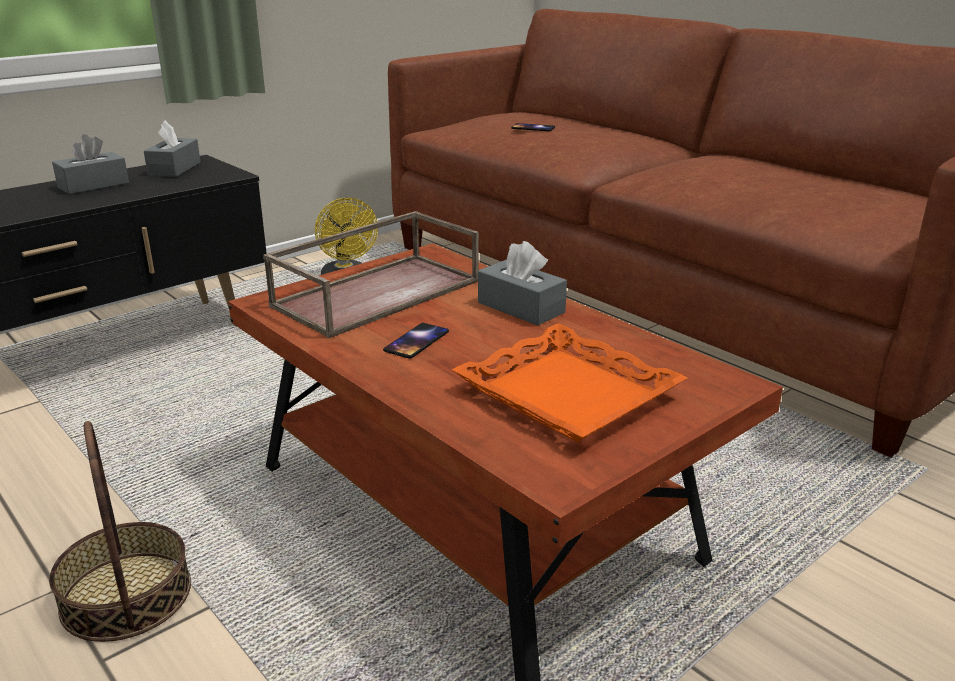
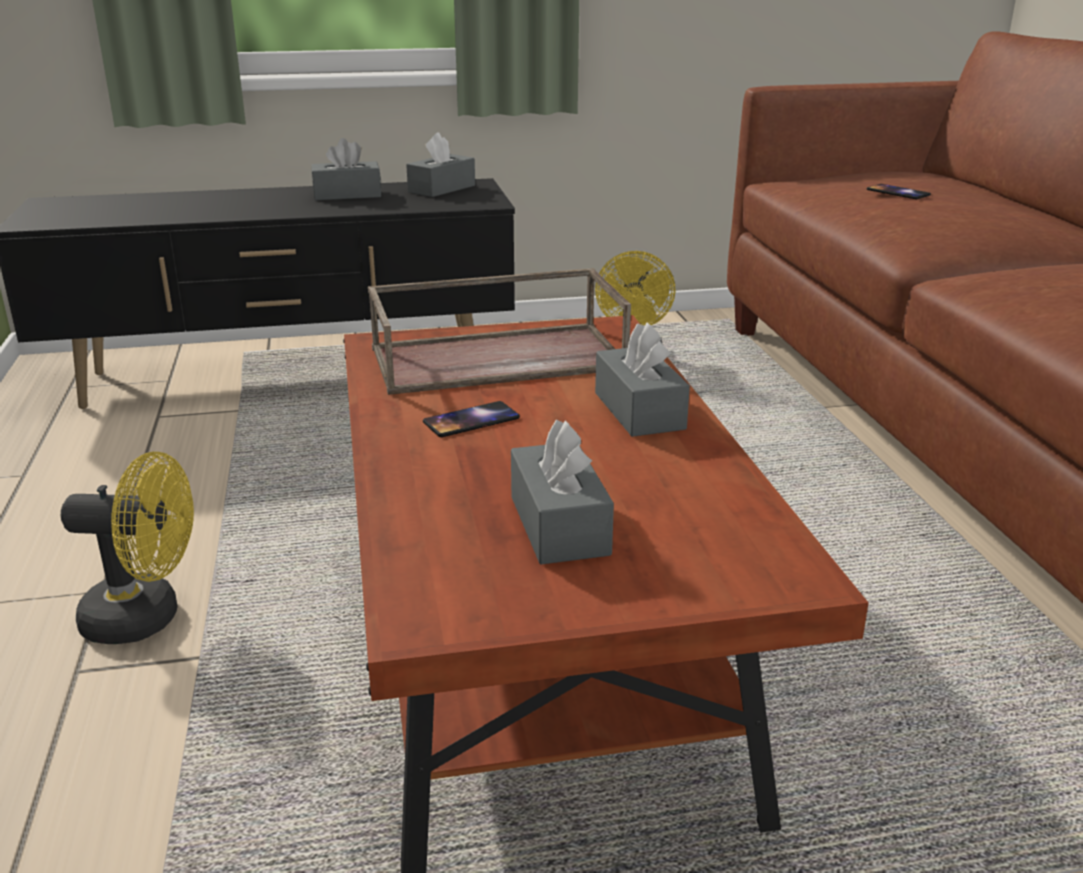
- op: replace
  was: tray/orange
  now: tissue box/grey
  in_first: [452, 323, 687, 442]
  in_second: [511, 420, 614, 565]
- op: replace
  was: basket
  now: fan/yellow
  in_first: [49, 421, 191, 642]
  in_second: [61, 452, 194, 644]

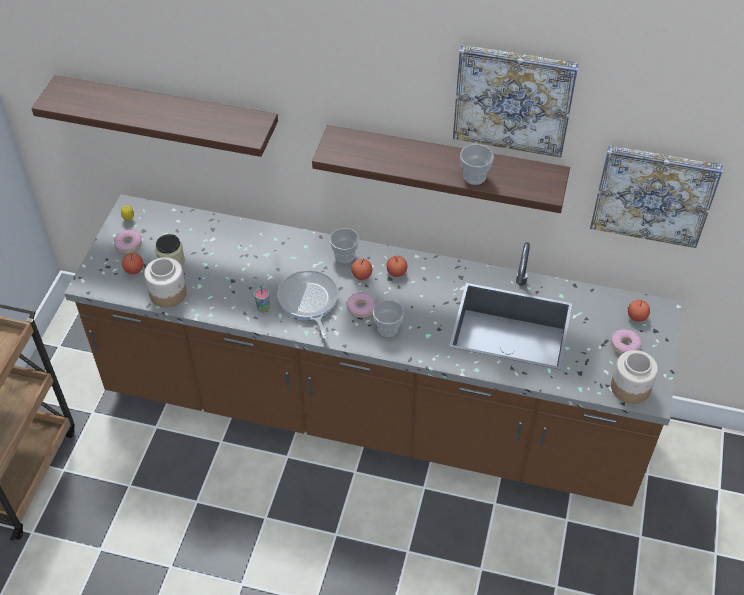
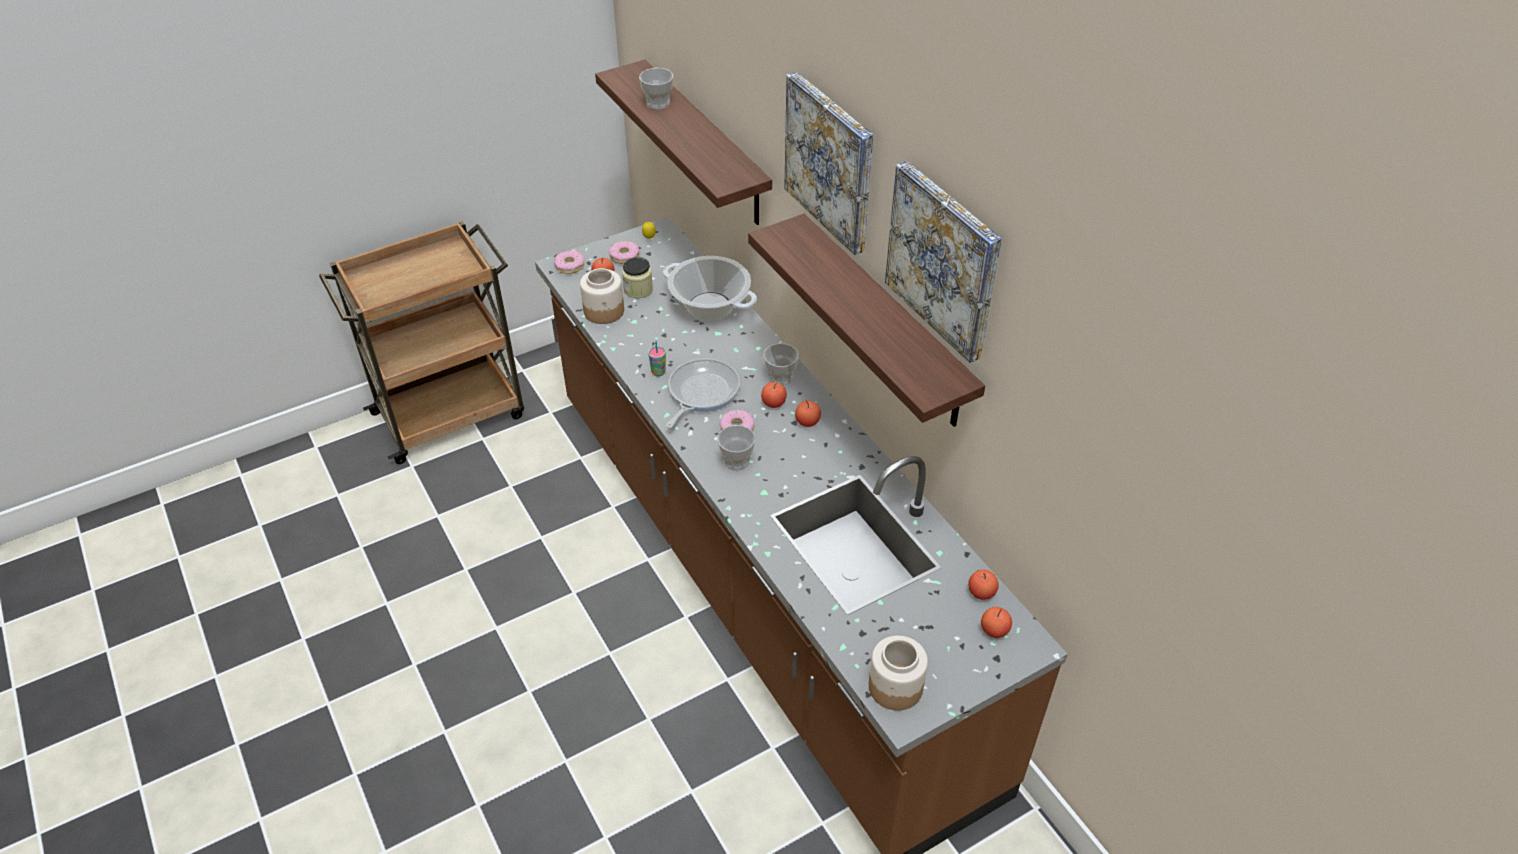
- op: move
  was: cup
  in_first: [460, 144, 494, 185]
  in_second: [639, 68, 674, 109]
- op: move
  was: picture
  in_first: [590, 145, 723, 248]
  in_second: [784, 72, 873, 255]
- op: move
  was: donut
  in_first: [611, 329, 642, 355]
  in_second: [554, 250, 584, 274]
- op: insert
  now: cooking pot
  in_second: [663, 256, 757, 320]
- op: insert
  now: apple
  in_second: [968, 570, 999, 600]

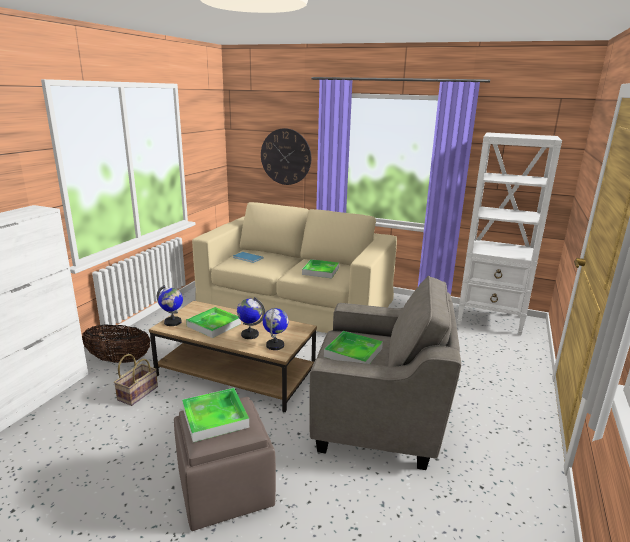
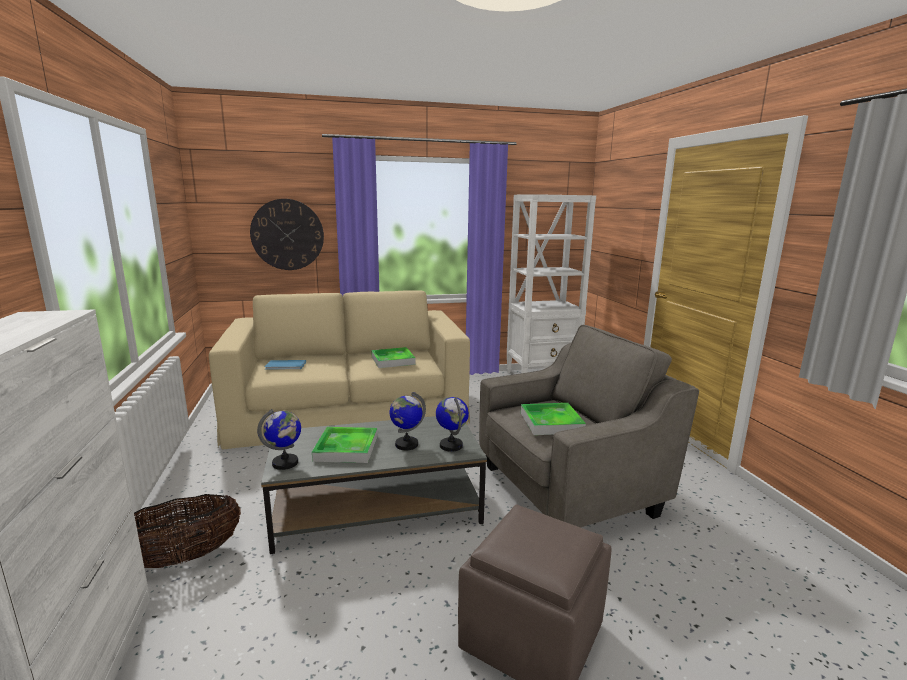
- op: recolor
  was: coffee table/brown
  now: coffee table/grey
  in_first: [149, 301, 317, 412]
  in_second: [261, 416, 487, 554]
- op: delete
  was: basket
  in_first: [114, 354, 158, 406]
- op: delete
  was: tray
  in_first: [182, 388, 249, 442]

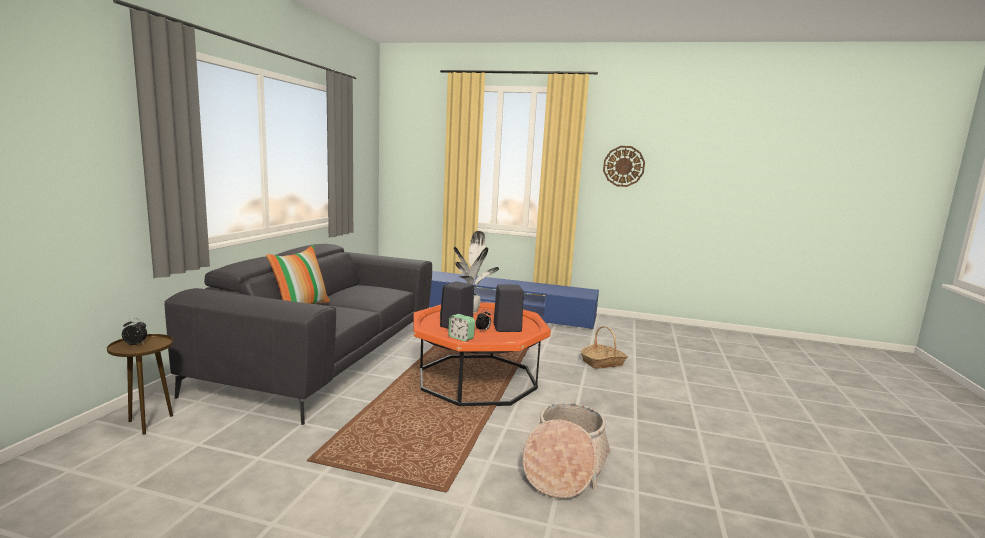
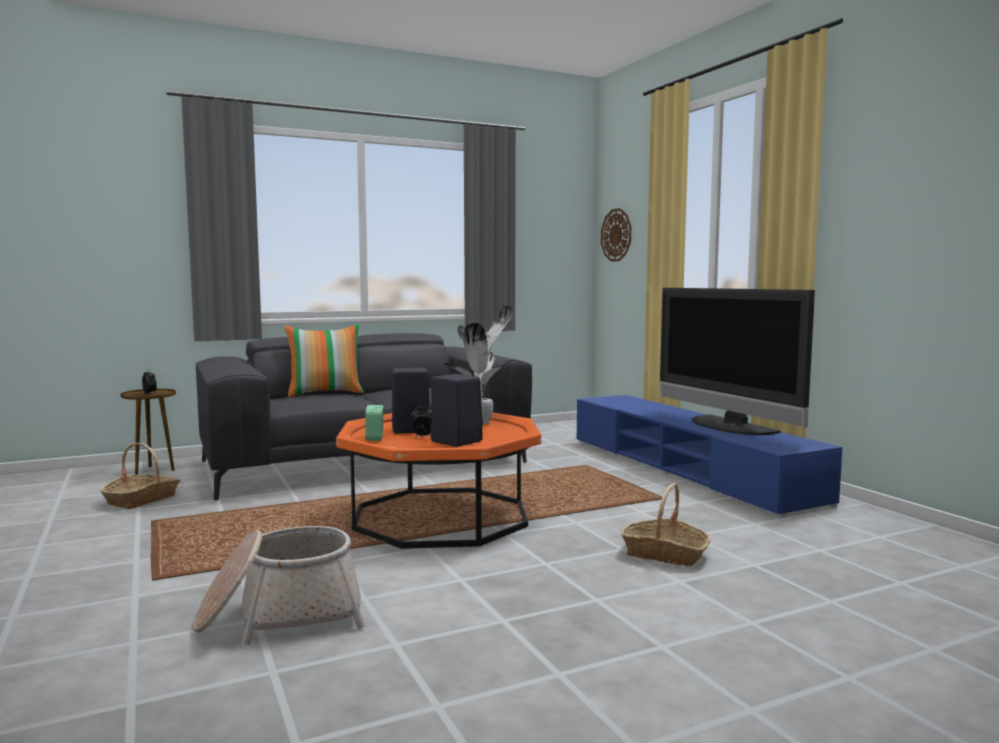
- op: move
  was: wall clock
  in_first: [603, 146, 645, 187]
  in_second: [601, 208, 631, 262]
- op: insert
  now: television
  in_second: [660, 288, 815, 435]
- op: insert
  now: basket
  in_second: [100, 443, 181, 509]

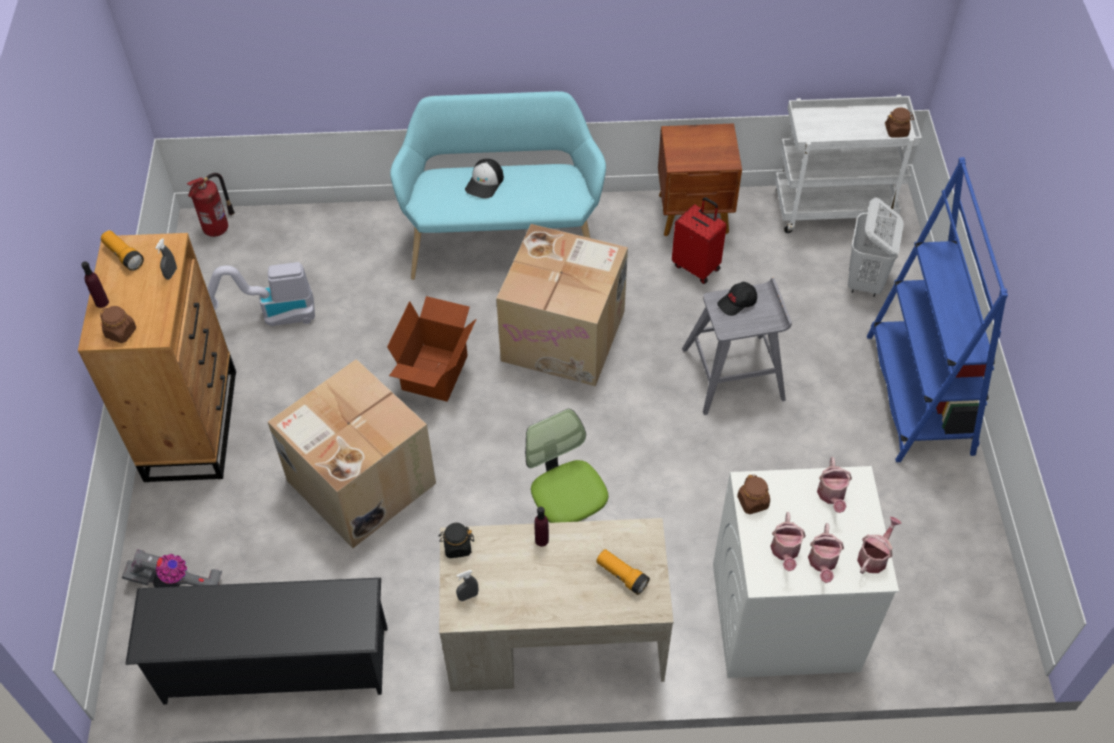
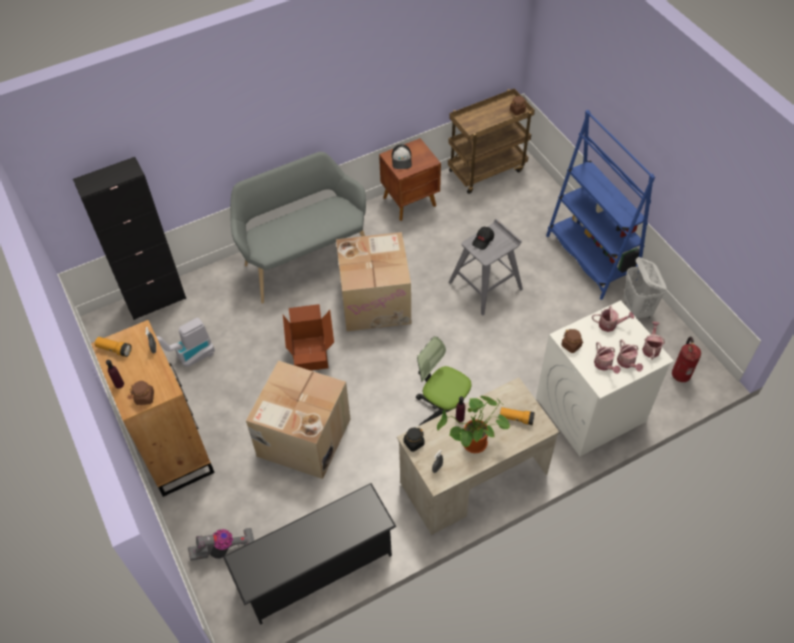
- op: recolor
  was: bench/turquoise
  now: bench/grey
  in_first: [390, 91, 606, 280]
  in_second: [230, 152, 366, 304]
- op: recolor
  was: cart/white
  now: cart/brown
  in_first: [775, 95, 922, 233]
  in_second: [448, 89, 535, 194]
- op: move
  was: cap
  in_first: [465, 159, 504, 198]
  in_second: [392, 144, 412, 169]
- op: move
  was: fire extinguisher
  in_first: [187, 173, 235, 237]
  in_second: [672, 337, 701, 382]
- op: delete
  was: suitcase/red
  in_first: [672, 197, 727, 284]
- op: move
  was: laundry basket/white
  in_first: [848, 198, 904, 297]
  in_second: [623, 257, 667, 318]
- op: rotate
  was: watering can
  in_first: [817, 457, 852, 513]
  in_second: [592, 306, 634, 332]
  clockwise: -60
- op: insert
  now: cabinet/black
  in_second: [73, 157, 186, 320]
- op: insert
  now: potted plant
  in_second: [437, 396, 511, 453]

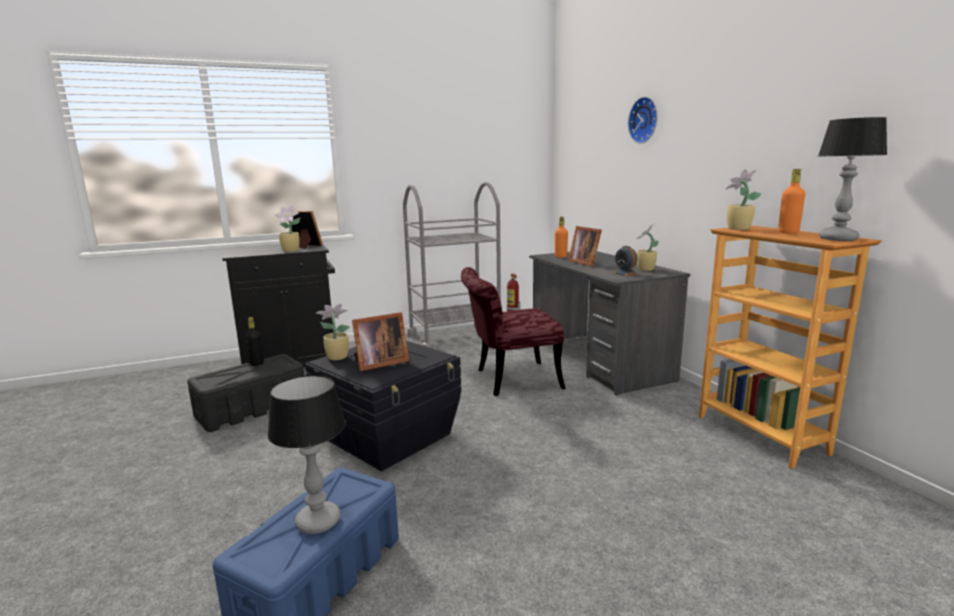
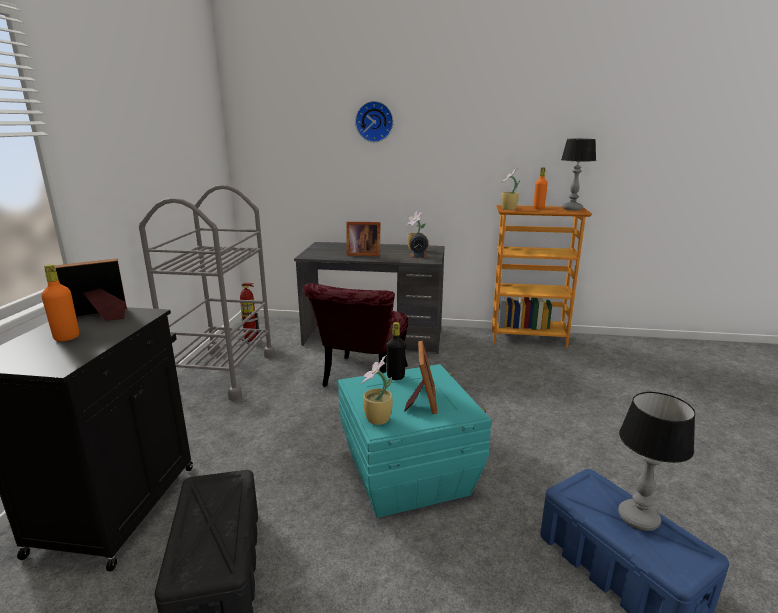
- op: delete
  was: potted plant
  in_first: [274, 205, 301, 252]
- op: move
  was: bottle/orange
  in_first: [555, 217, 568, 258]
  in_second: [42, 264, 79, 342]
- op: move
  was: bottle/black
  in_first: [245, 317, 264, 366]
  in_second: [387, 322, 406, 380]
- op: recolor
  was: storage box/black
  now: storage box/turquoise
  in_first: [305, 341, 461, 471]
  in_second: [338, 364, 492, 518]

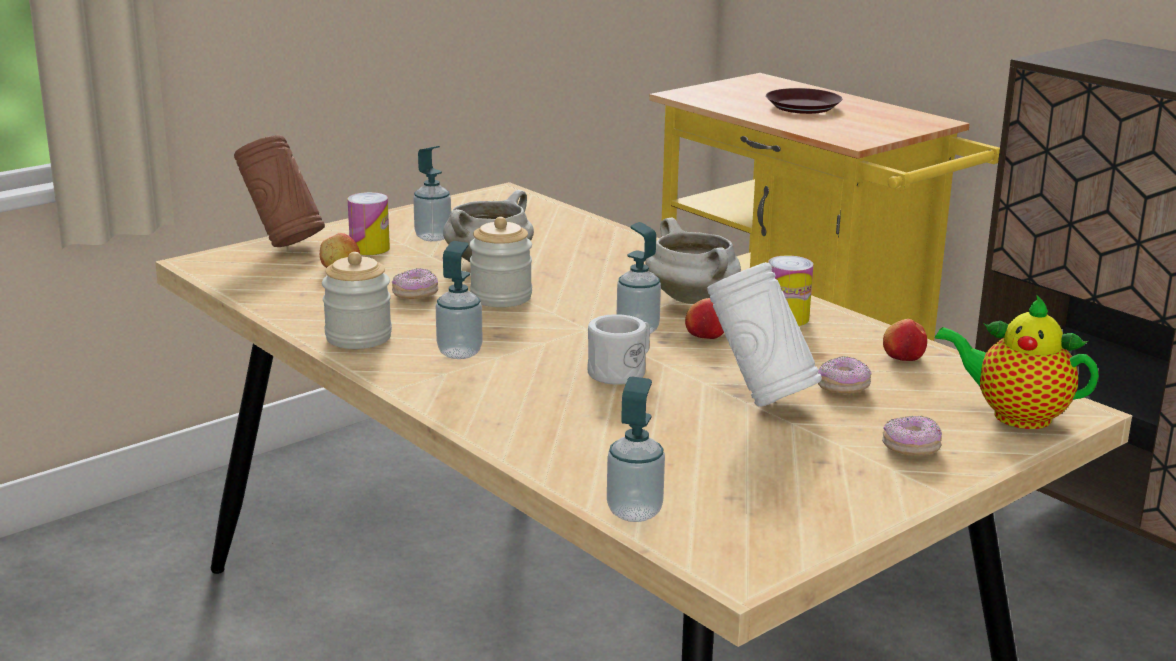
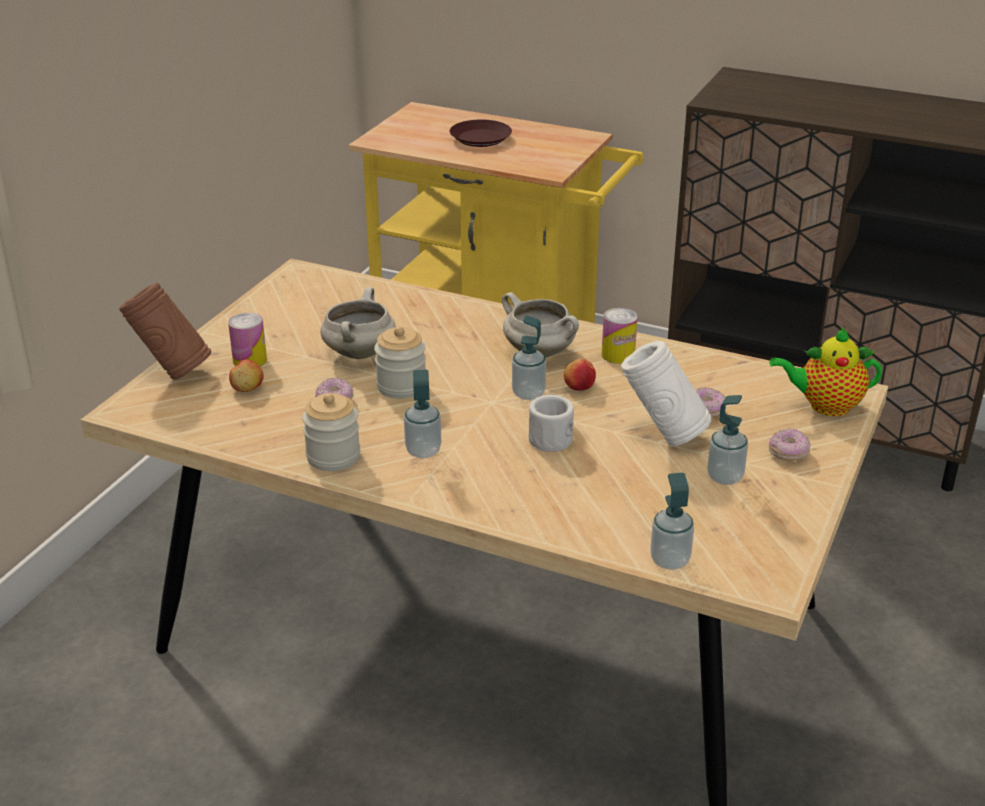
- op: move
  was: soap dispenser
  in_first: [413, 146, 451, 241]
  in_second: [707, 395, 748, 485]
- op: delete
  was: apple
  in_first: [883, 319, 927, 361]

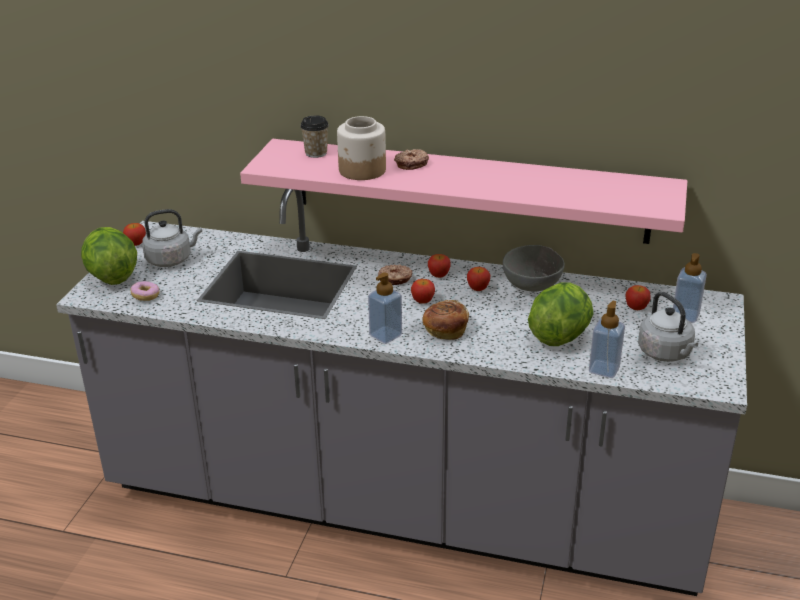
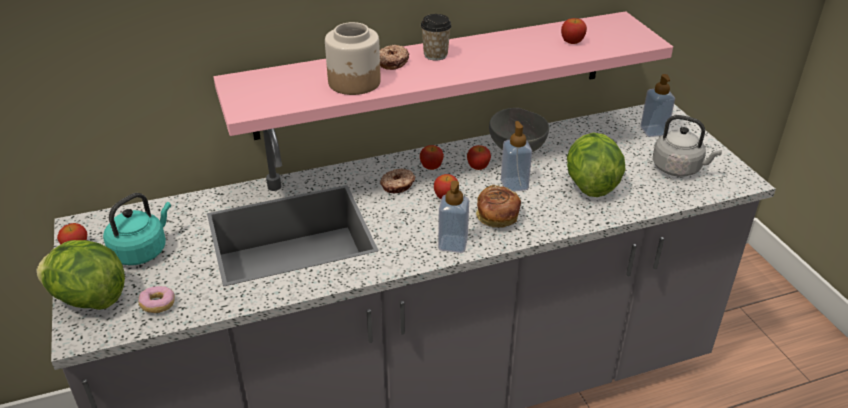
- op: move
  was: cup
  in_first: [300, 115, 329, 158]
  in_second: [420, 14, 452, 61]
- op: recolor
  was: kettle/grey
  now: kettle/turquoise
  in_first: [142, 209, 202, 267]
  in_second: [103, 193, 171, 265]
- op: move
  was: apple
  in_first: [625, 285, 651, 310]
  in_second: [561, 18, 587, 44]
- op: move
  was: soap dispenser
  in_first: [589, 301, 625, 378]
  in_second: [501, 121, 532, 192]

